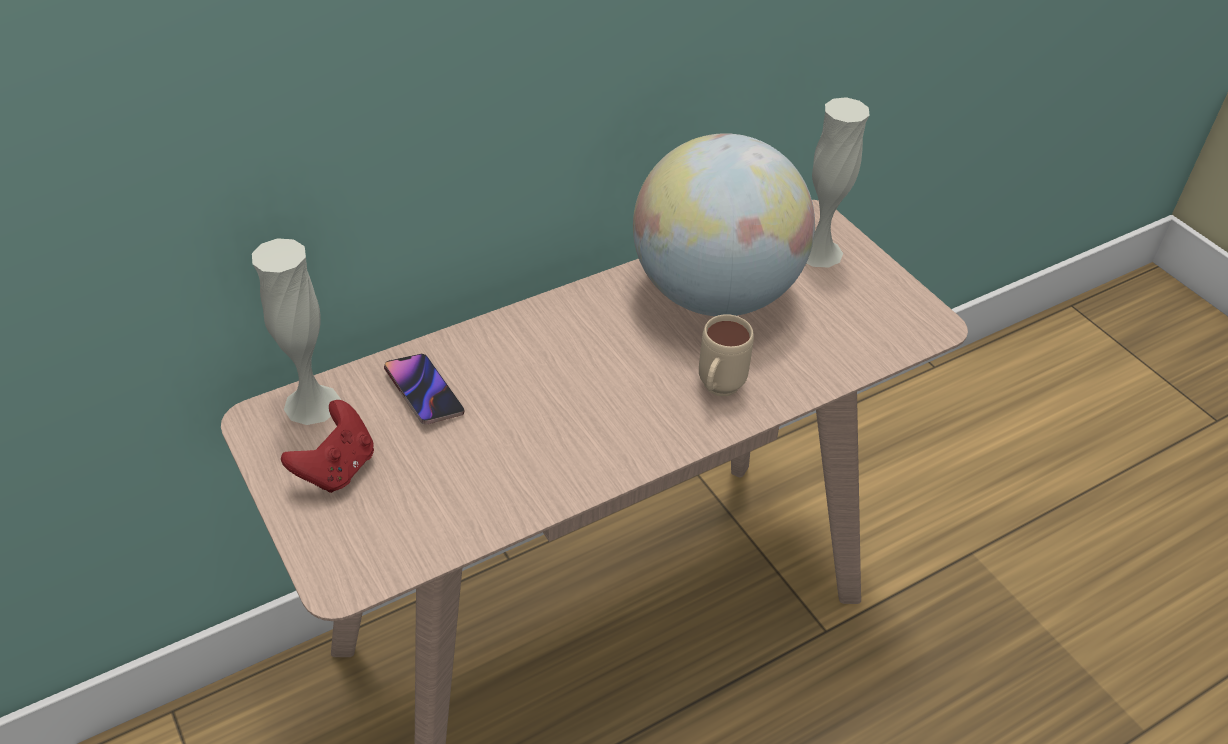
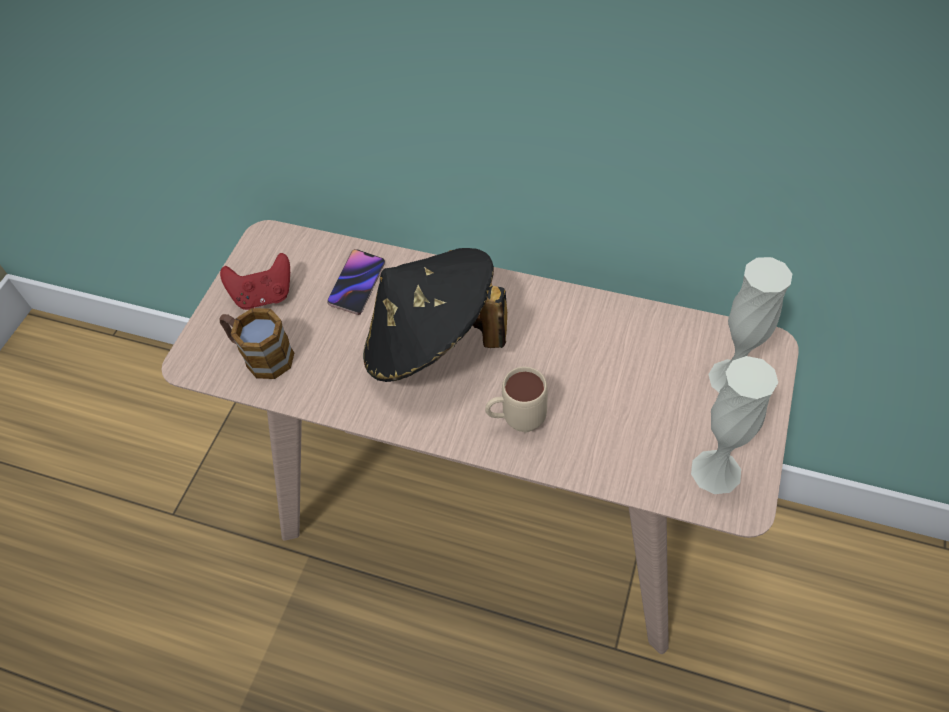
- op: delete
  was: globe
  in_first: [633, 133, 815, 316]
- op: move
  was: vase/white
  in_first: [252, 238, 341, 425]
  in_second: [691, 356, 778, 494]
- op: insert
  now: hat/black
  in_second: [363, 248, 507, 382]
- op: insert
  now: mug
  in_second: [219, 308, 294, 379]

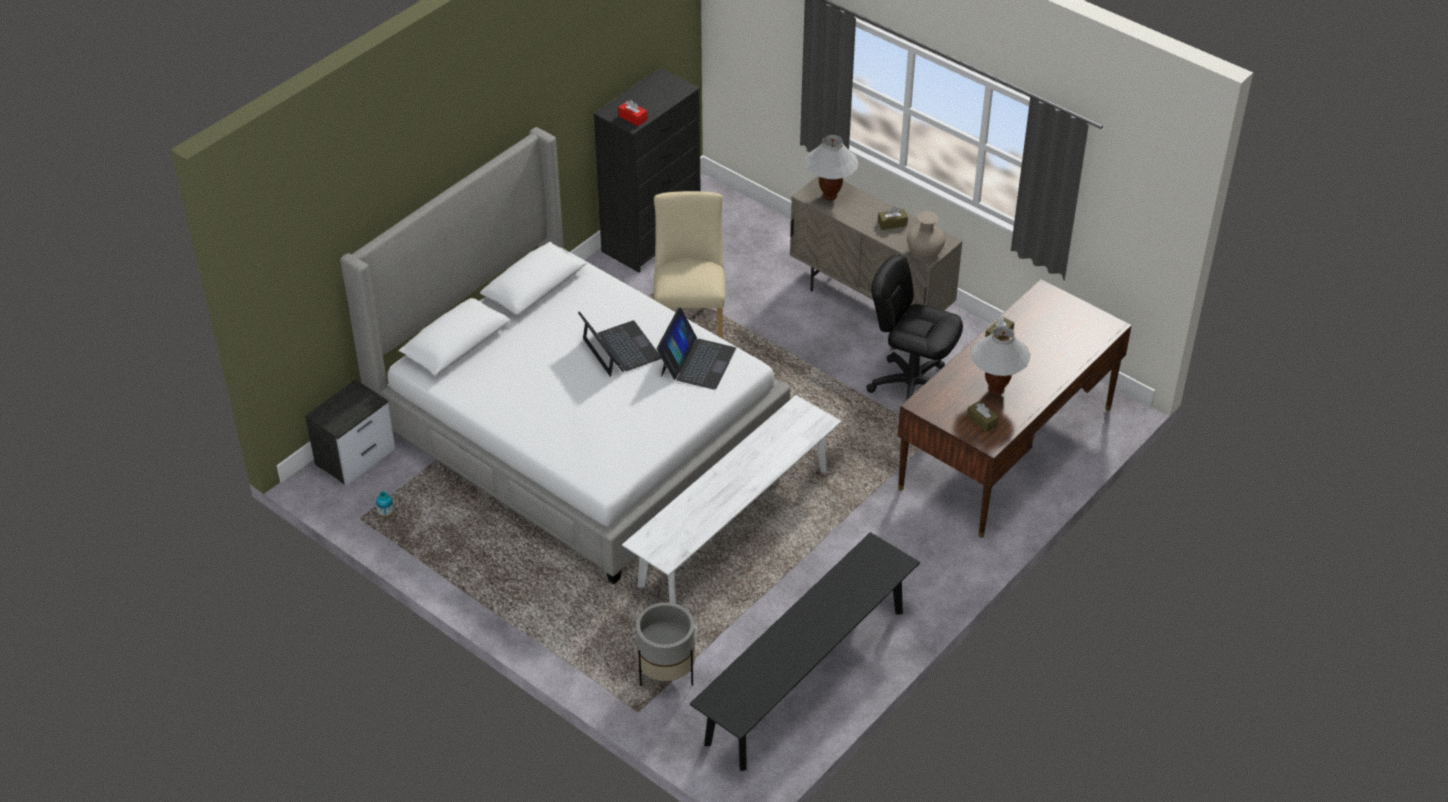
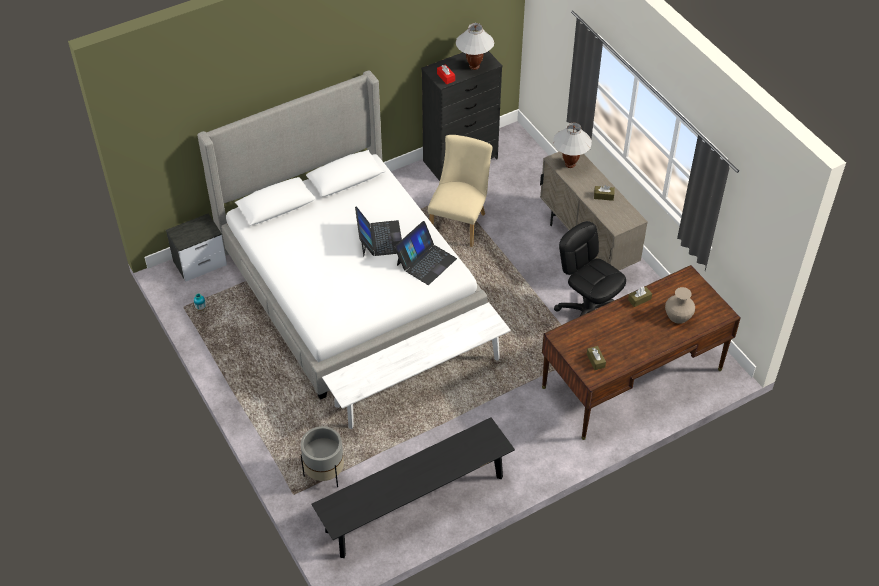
- op: move
  was: vase/beige
  in_first: [907, 211, 945, 261]
  in_second: [665, 287, 695, 324]
- op: move
  was: table lamp/white
  in_first: [971, 326, 1031, 395]
  in_second: [456, 23, 494, 70]

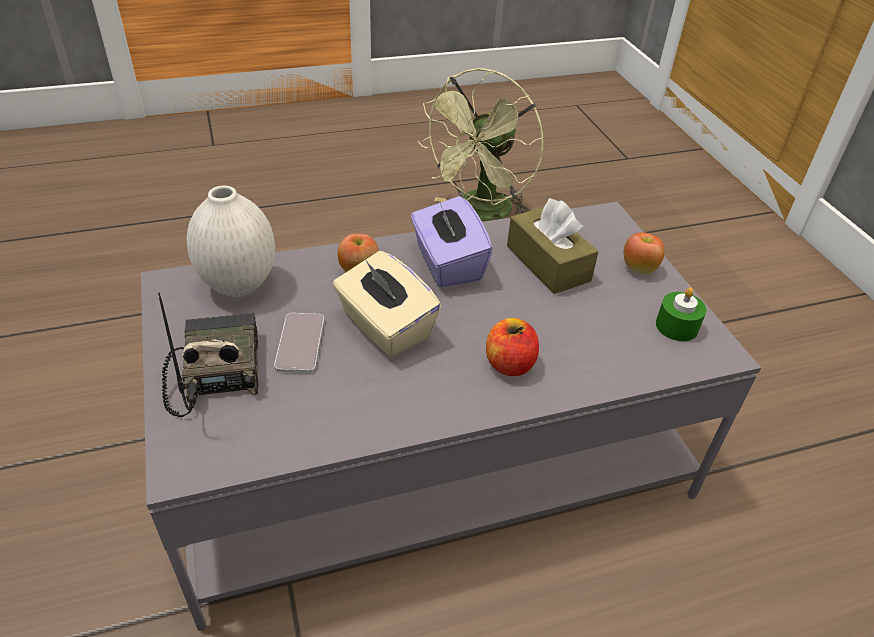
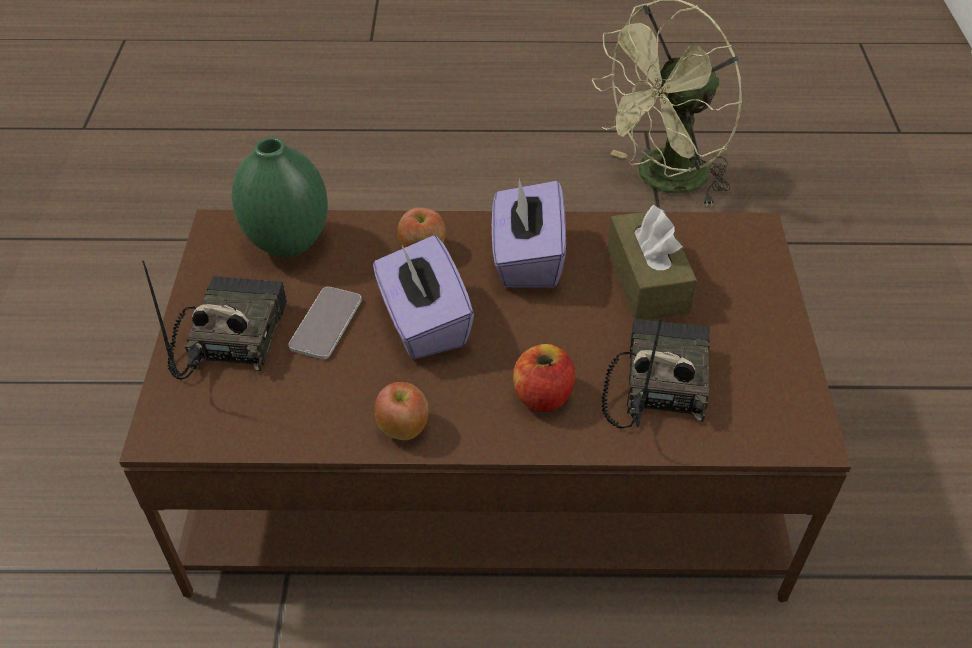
- op: recolor
  was: vase/white
  now: vase/green
  in_first: [187, 186, 275, 297]
  in_second: [232, 137, 328, 257]
- op: recolor
  was: coffee table/grey
  now: coffee table/brown
  in_first: [141, 202, 761, 631]
  in_second: [119, 210, 851, 602]
- op: move
  was: apple
  in_first: [624, 232, 665, 274]
  in_second: [375, 382, 429, 440]
- op: recolor
  was: tissue box/beige
  now: tissue box/purple
  in_first: [333, 251, 441, 357]
  in_second: [373, 235, 474, 359]
- op: delete
  was: candle/green
  in_first: [656, 287, 706, 341]
- op: insert
  now: radio
  in_second: [602, 313, 710, 429]

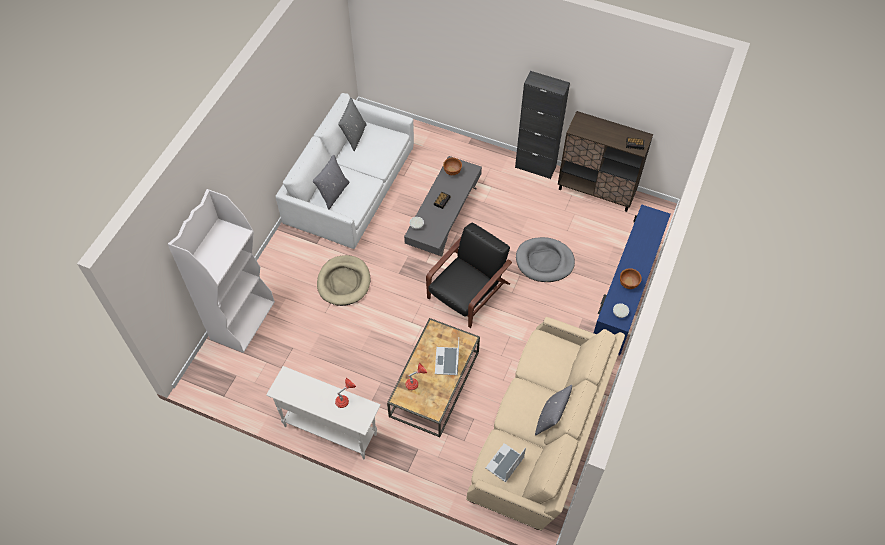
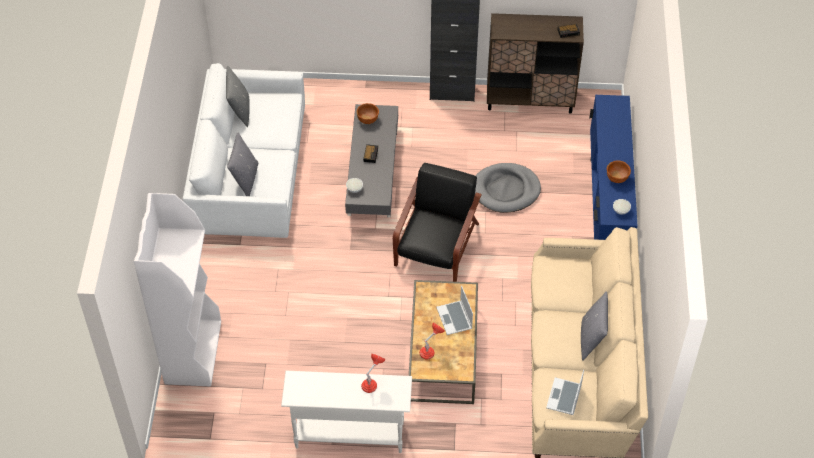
- op: delete
  was: dog bed/beige
  in_first: [317, 255, 370, 306]

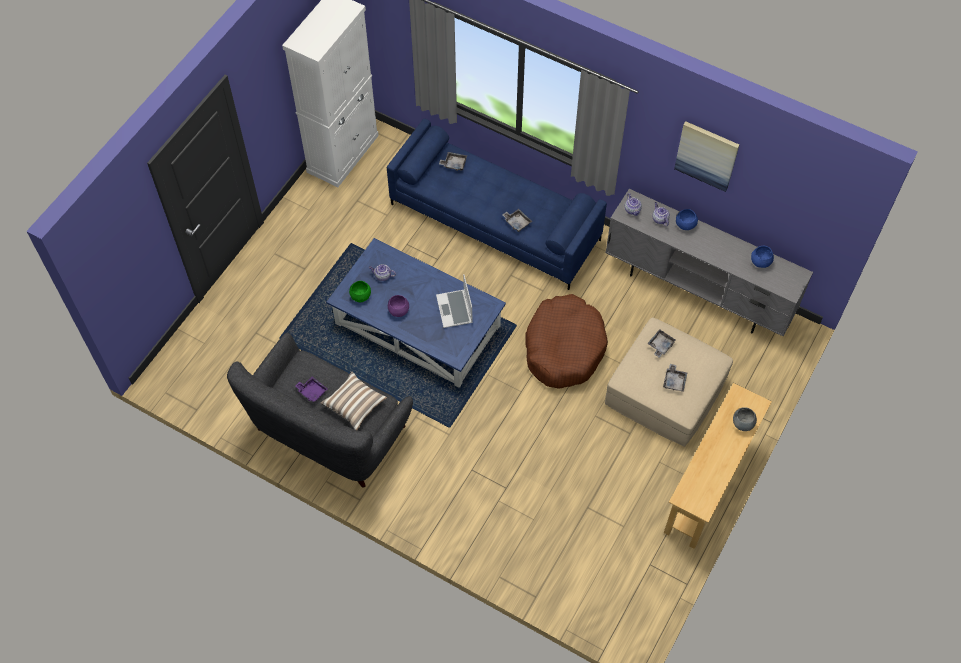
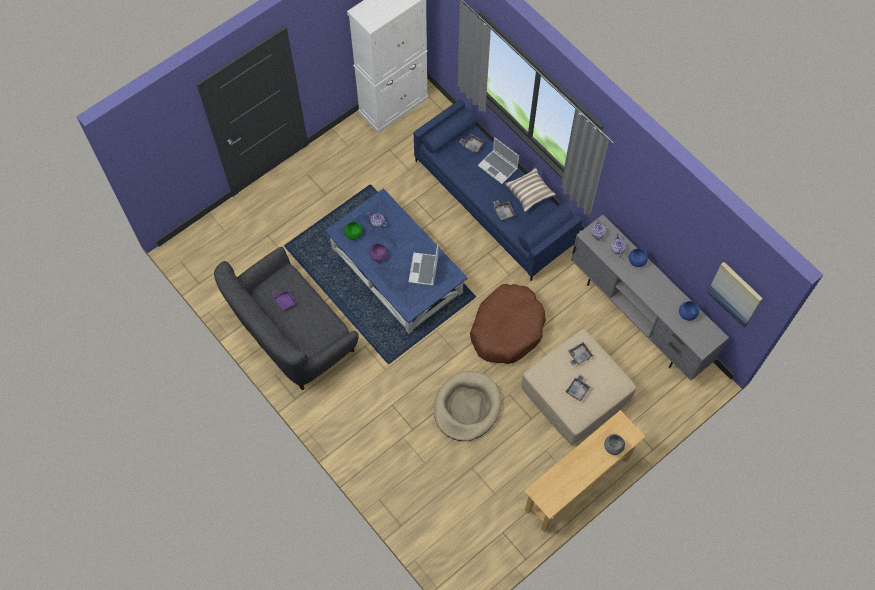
- op: move
  was: picture
  in_first: [674, 121, 739, 192]
  in_second: [707, 262, 763, 327]
- op: move
  was: pillow
  in_first: [321, 372, 387, 430]
  in_second: [504, 167, 556, 212]
- op: insert
  now: laptop
  in_second: [478, 137, 519, 184]
- op: insert
  now: dog bed/beige
  in_second: [434, 371, 501, 441]

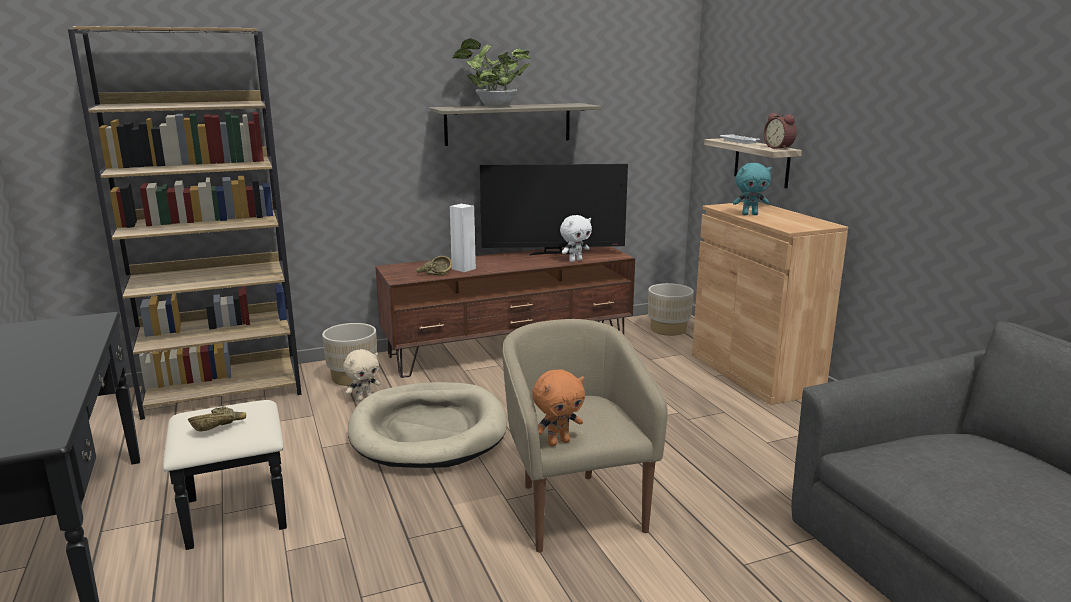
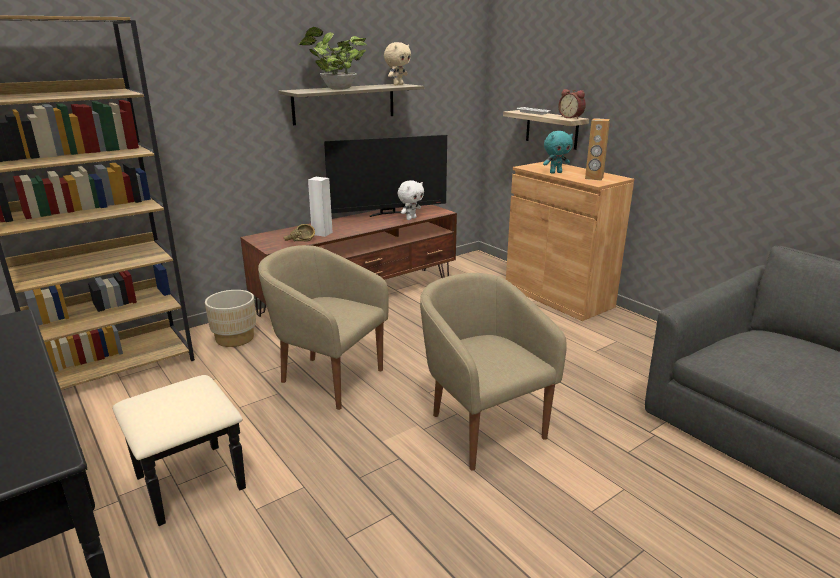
- op: delete
  was: planter/beige
  in_first: [648, 283, 694, 336]
- op: move
  was: plush toy/beige
  in_first: [343, 349, 380, 402]
  in_second: [384, 42, 411, 85]
- op: delete
  was: plush toy/orange
  in_first: [532, 370, 585, 447]
- op: replace
  was: dog bed/beige
  now: armchair/beige
  in_first: [348, 382, 507, 468]
  in_second: [258, 245, 389, 410]
- op: delete
  was: bowl/brown
  in_first: [188, 406, 246, 431]
- op: insert
  now: speaker/brown
  in_second: [585, 118, 610, 180]

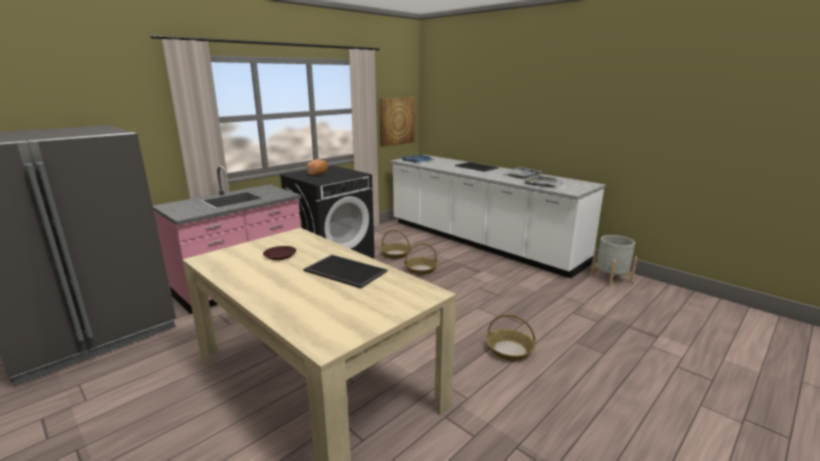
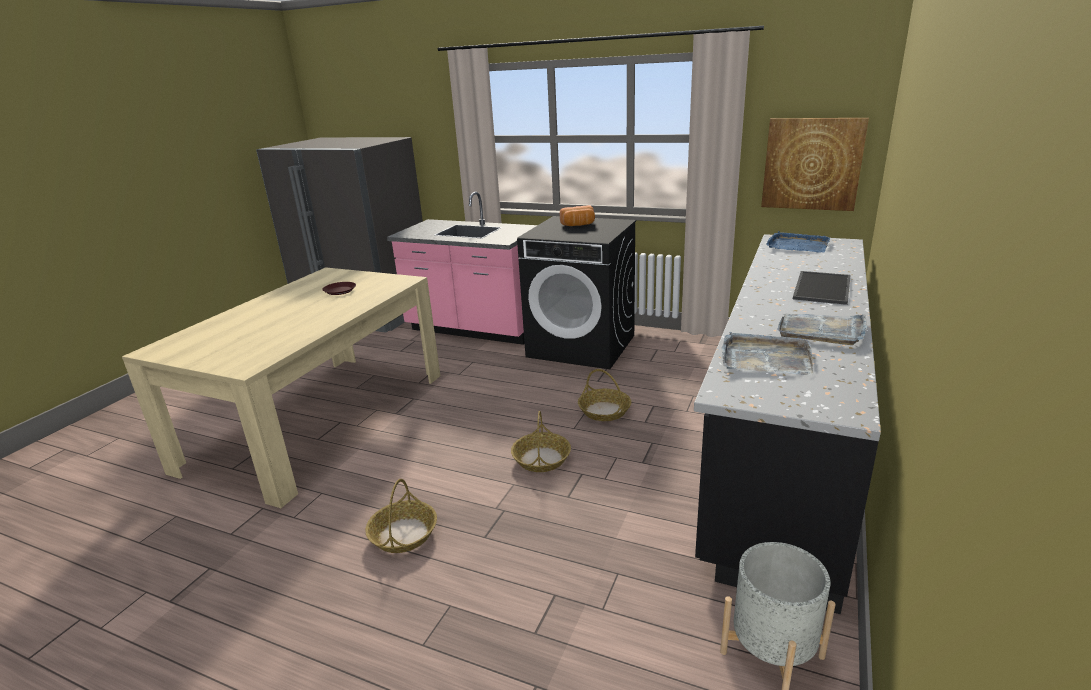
- op: recolor
  was: counter/white
  now: counter/black
  in_first: [390, 155, 606, 278]
  in_second: [694, 234, 881, 614]
- op: move
  was: basket
  in_first: [380, 230, 411, 259]
  in_second: [511, 411, 571, 472]
- op: delete
  was: tray
  in_first: [304, 255, 387, 288]

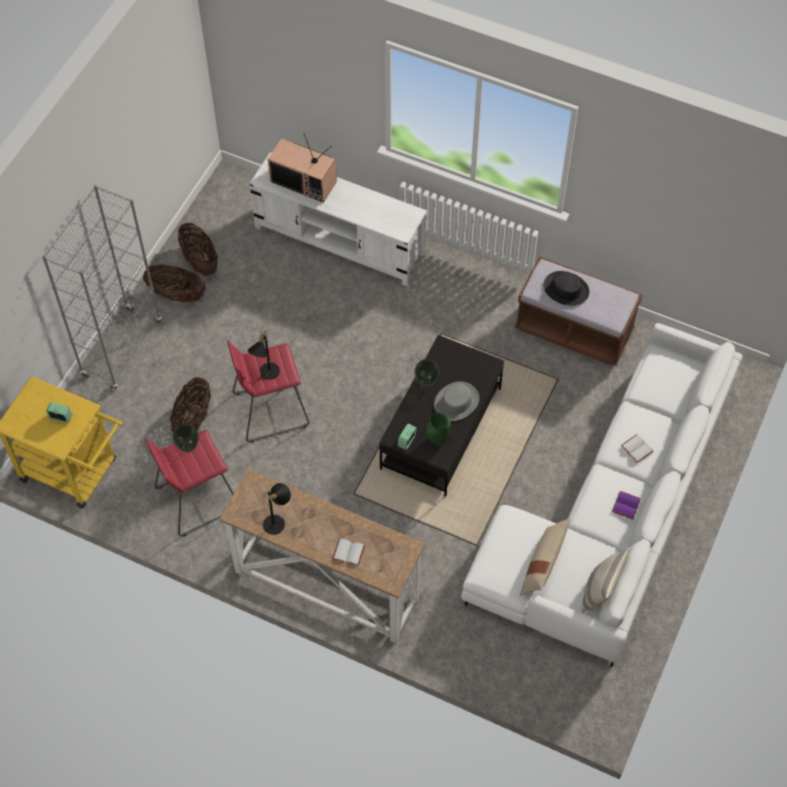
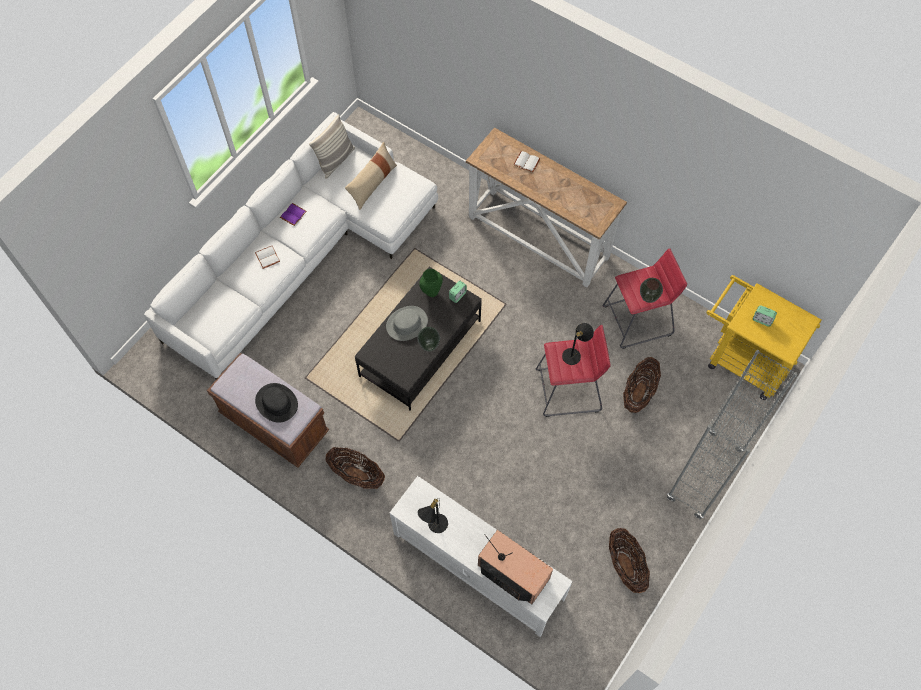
- op: move
  was: basket
  in_first: [143, 264, 206, 302]
  in_second: [326, 447, 385, 489]
- op: move
  was: table lamp/black
  in_first: [263, 483, 291, 535]
  in_second: [417, 499, 448, 533]

